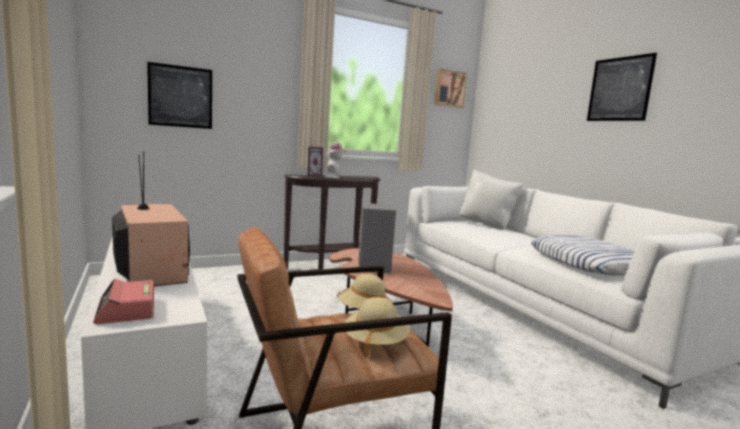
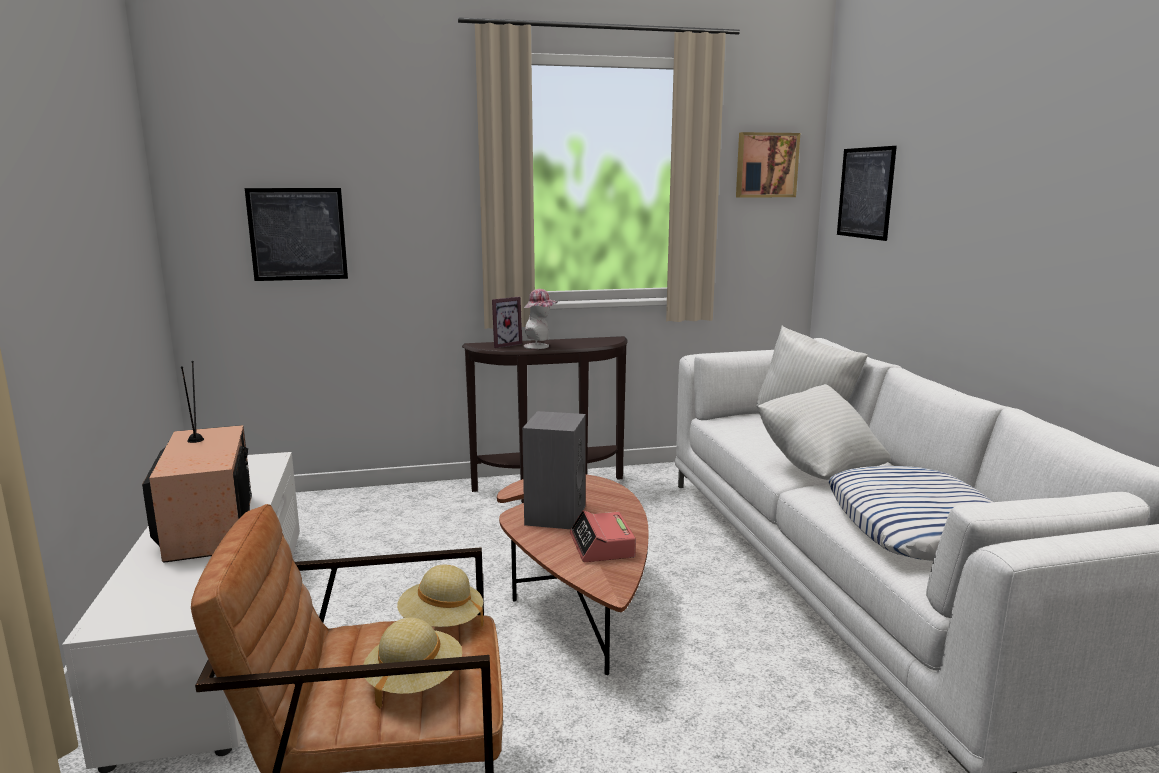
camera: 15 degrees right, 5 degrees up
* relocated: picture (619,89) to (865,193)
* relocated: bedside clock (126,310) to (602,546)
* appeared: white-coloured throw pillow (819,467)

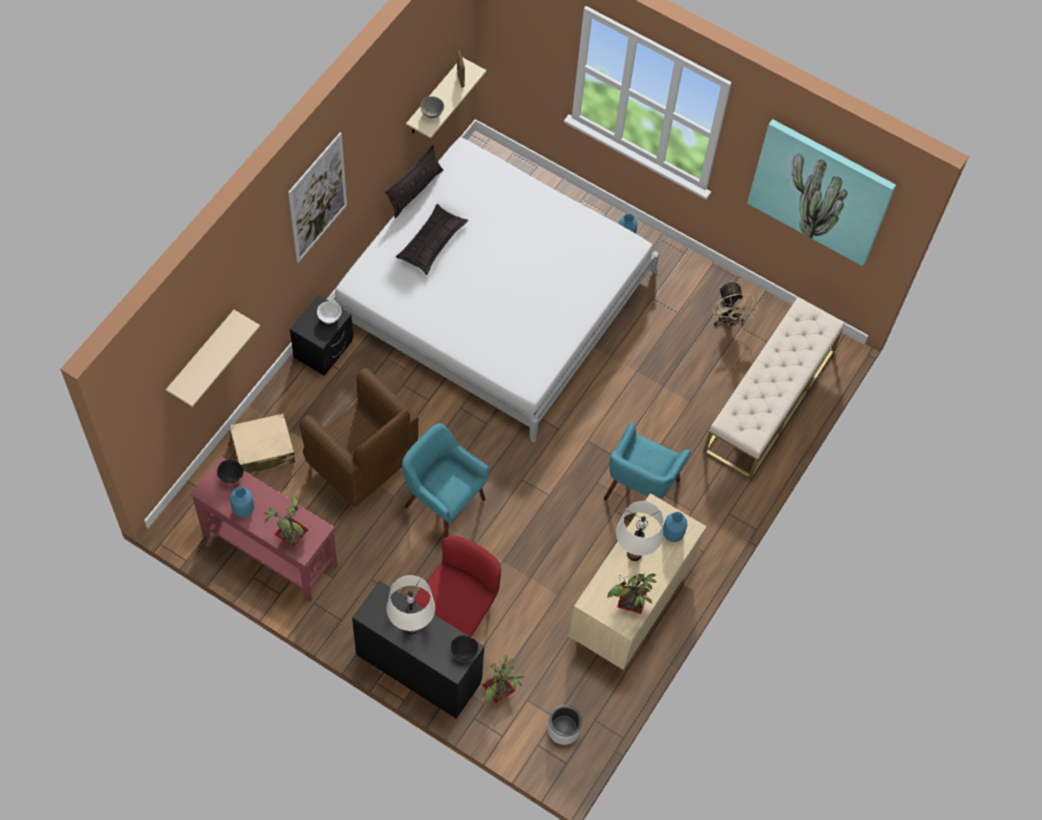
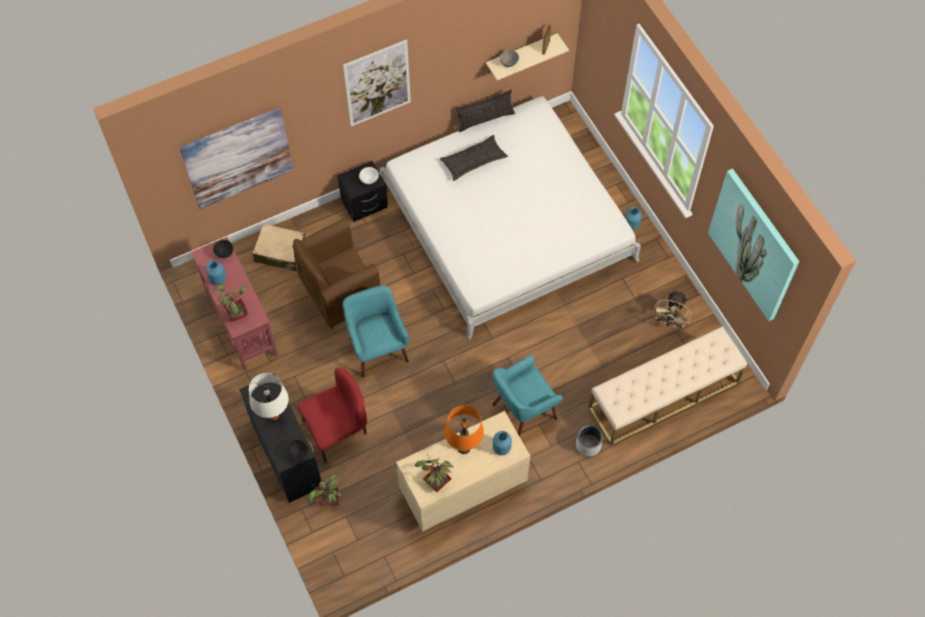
camera: 35 degrees right, 0 degrees up
* exchanged: sand-coloured shelf (201,356) to picture (237,157)
* spun: brown-coloured armchair (363,464) = (340,295) 75 degrees clockwise
* colour: white-coloured table lamp (634,553) to orange-coloured table lamp (464,448)
* relocated: greyish plant pot (564,729) to (588,445)

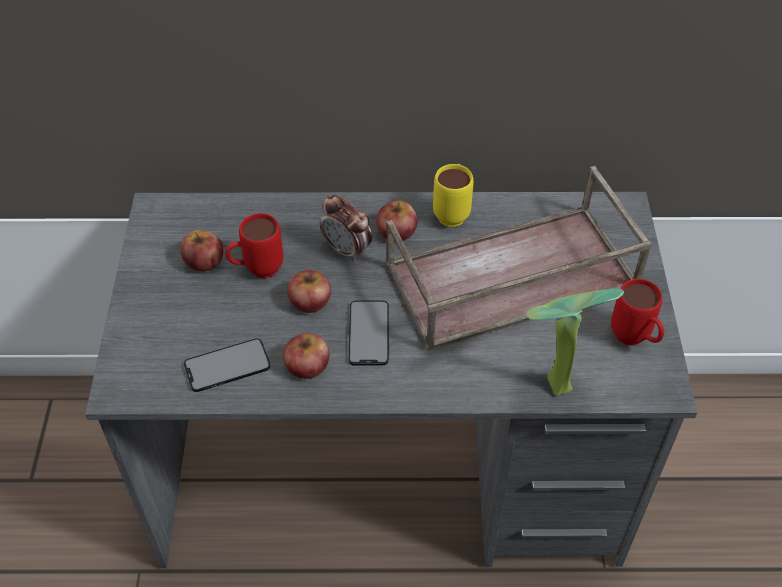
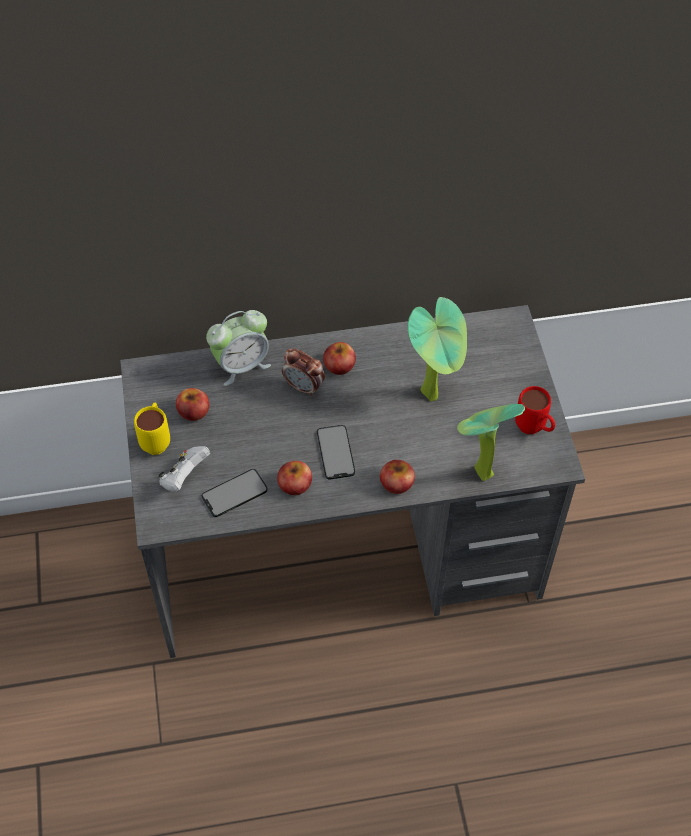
camera: 10 degrees left, 5 degrees up
* relocated: yellow mug (452,212) to (156,440)
* exchanged: brown-coloured serving tray (510,279) to potted plant (434,393)
* missing: reddish mug (256,270)
* relocated: apple fruit (310,301) to (396,483)
* appeared: bedside clock (241,365)
* appeared: white-coloured joypad (184,477)

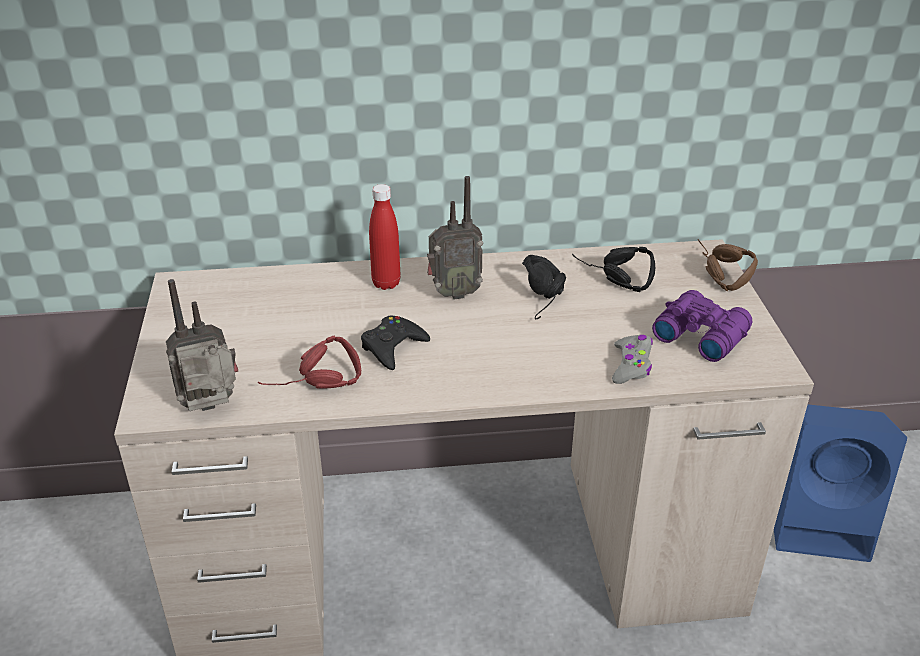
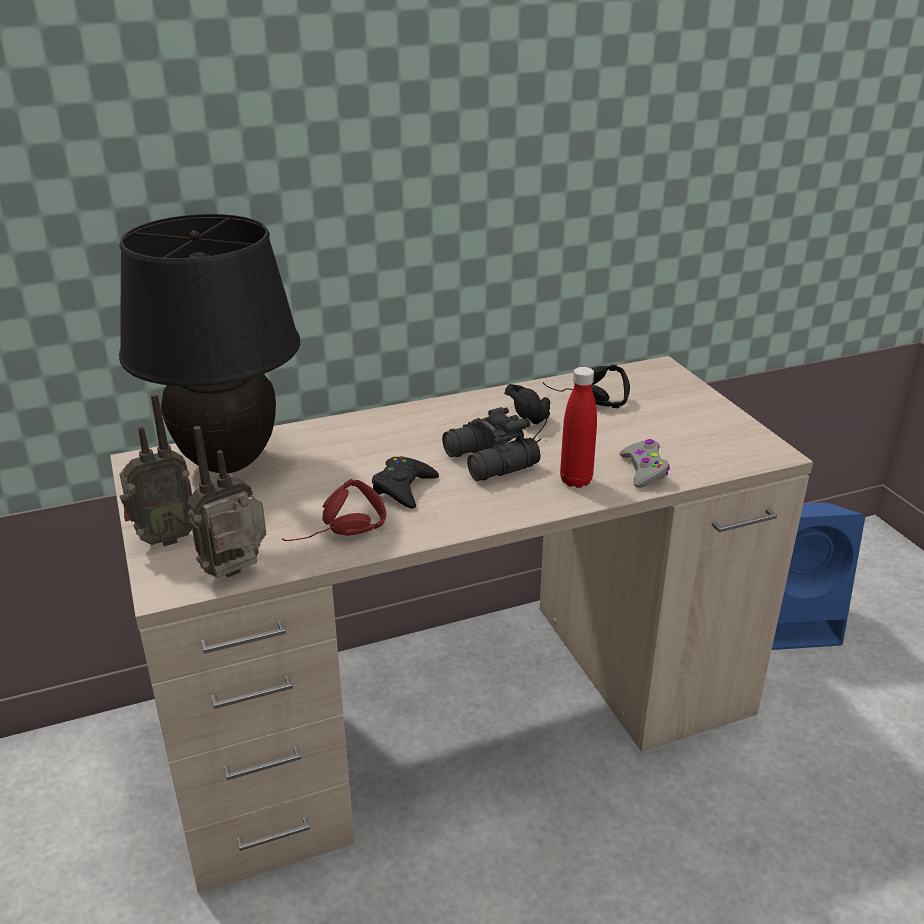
camera: 15 degrees left, 5 degrees down
* relocated: radio (453,293) to (163,538)
* relocated: reddish drink bottle (386,283) to (576,481)
* missing: brown-coloured headphones (714,272)
* missing: purple pair of binoculars (699,334)
* appeared: black-coloured table lamp (227,463)
* appeared: black-coloured pair of binoculars (489,461)

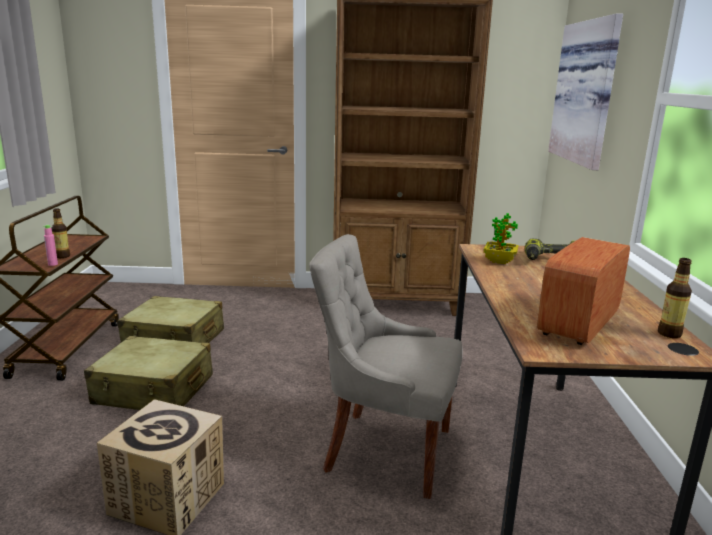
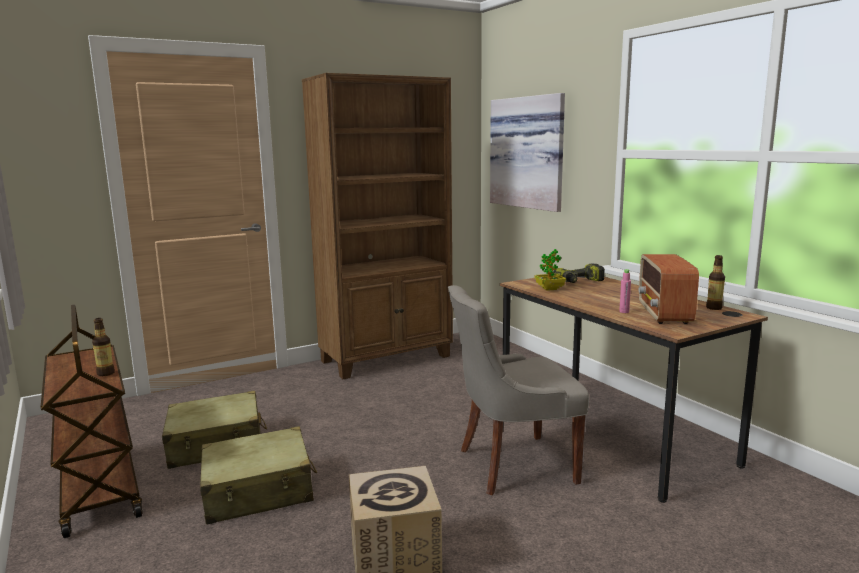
camera: 30 degrees left, 5 degrees down
* relocated: pink drink bottle (53,264) to (624,311)

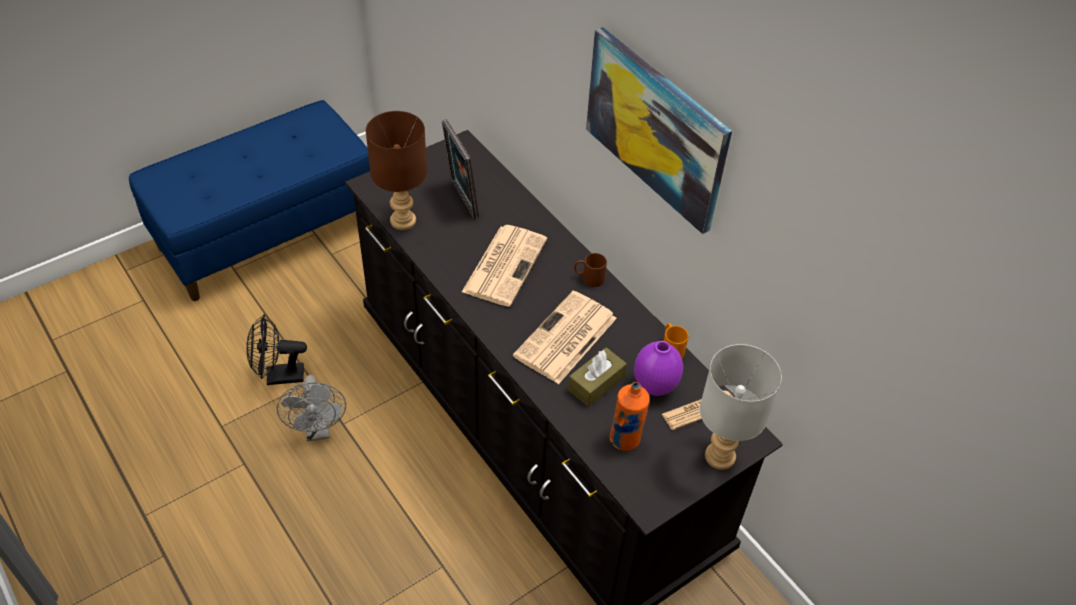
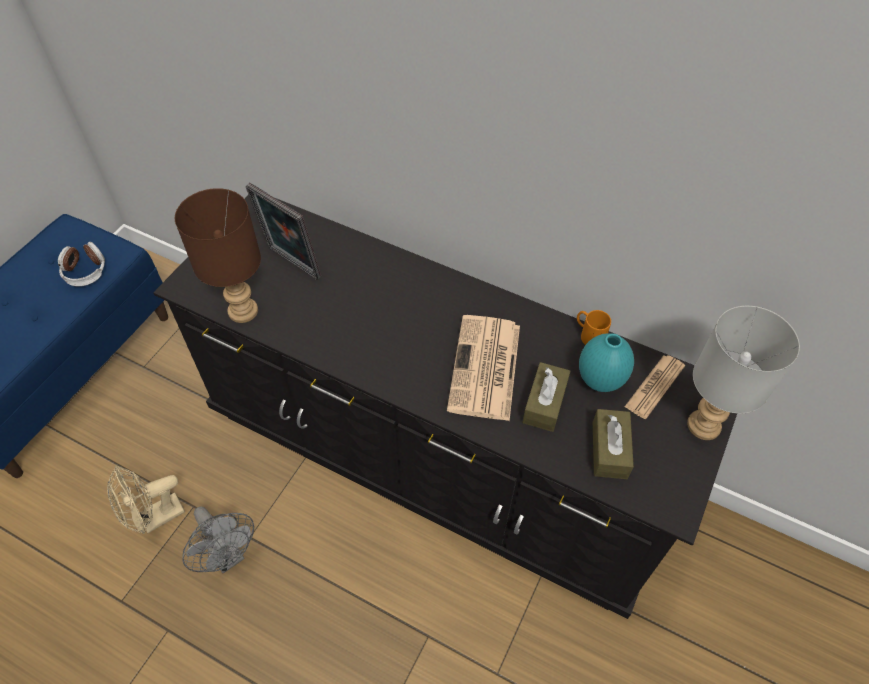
camera: 25 degrees left, 5 degrees up
* missing: picture (656,128)
* missing: daily paper (505,264)
* missing: brown-coloured mug (588,278)
* colour: black-coloured electric fan (278,377) to sand-coloured electric fan (155,518)
* colour: purple vase (655,386) to turquoise-coloured vase (600,380)
* exchanged: orange-coloured drink bottle (625,439) to brown-coloured tissue holder (609,450)
* appeared: headphones (85,271)

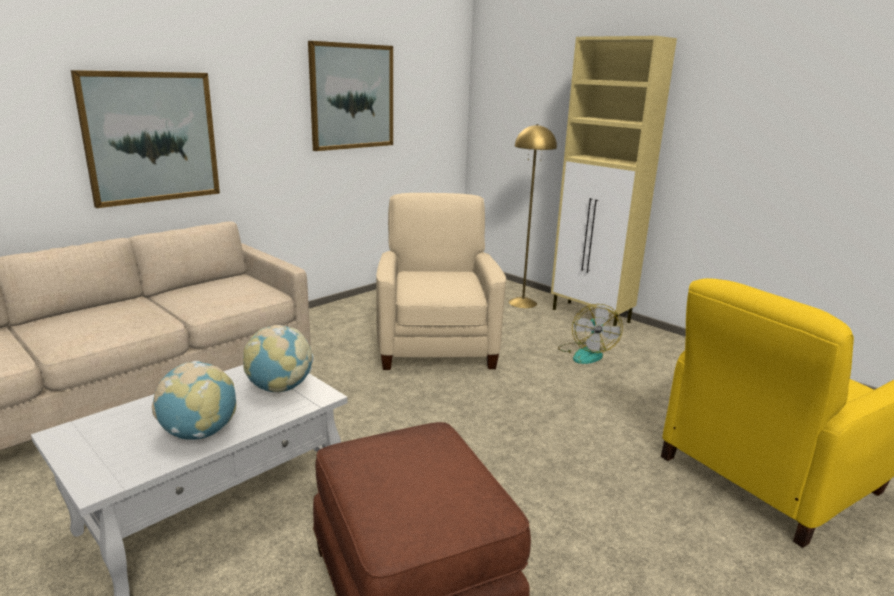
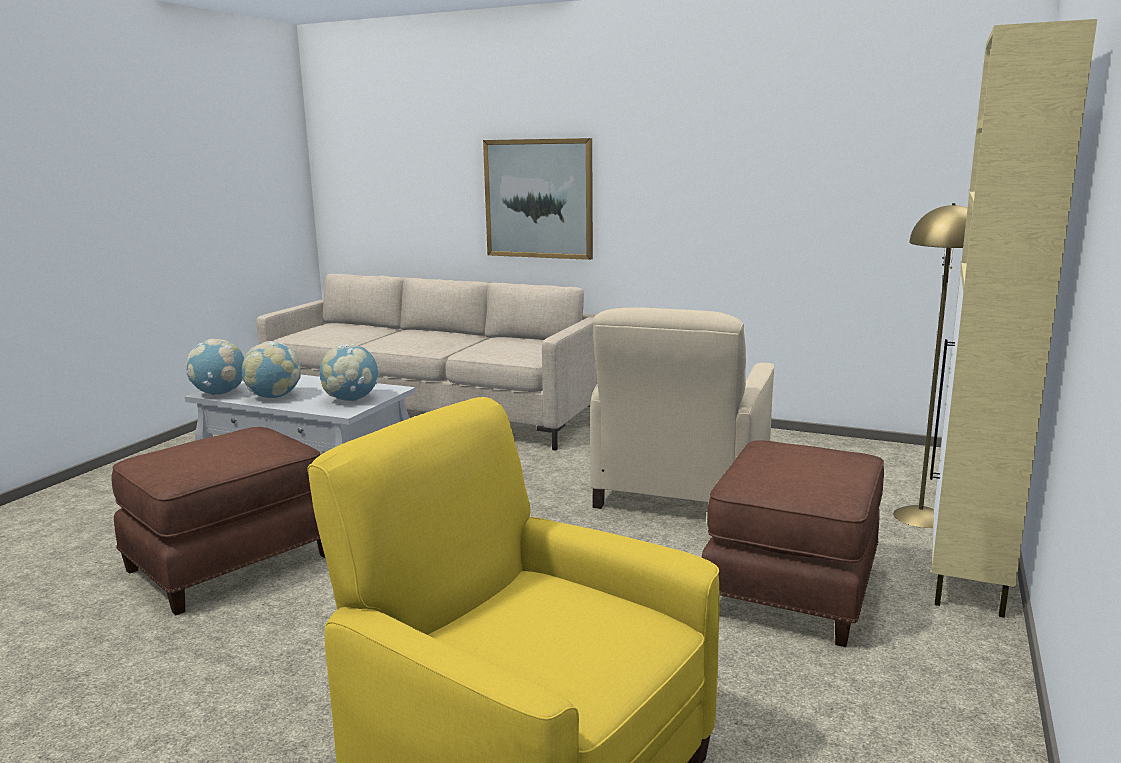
camera: 70 degrees right, 5 degrees down
* missing: picture (352,96)
* spun: sand-coloured armchair (436,345) = (680,491) 135 degrees clockwise
* exchanged: electric fan (586,353) to brown-coloured ottoman (793,588)
* appeared: globe (220,393)

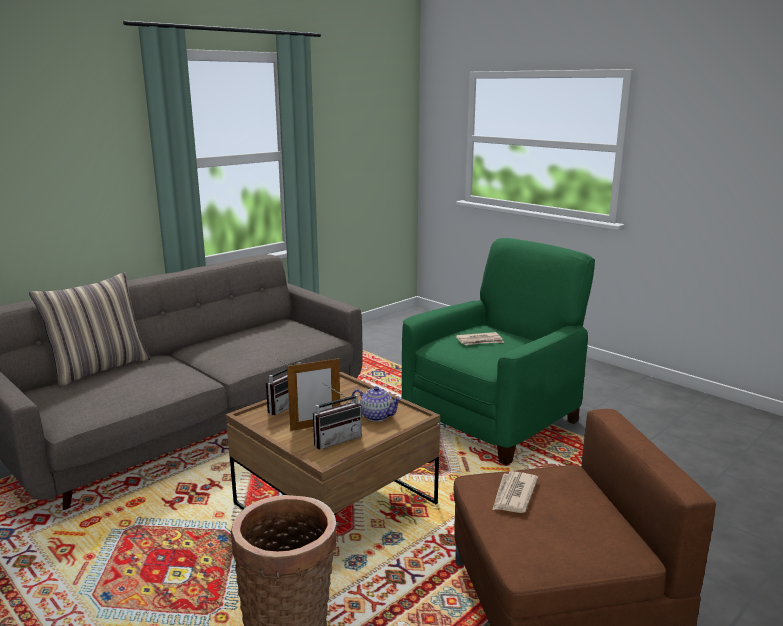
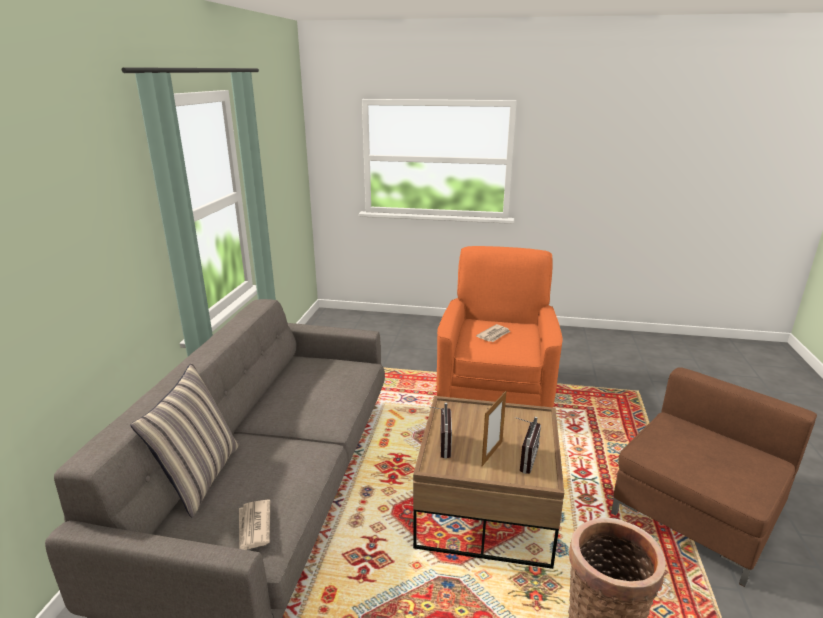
camera: 35 degrees left, 5 degrees up
* colour: greenish armchair (493,419) to orange-coloured armchair (495,391)
* missing: tea pot (376,416)
* relocated: daily paper (513,495) to (254,527)

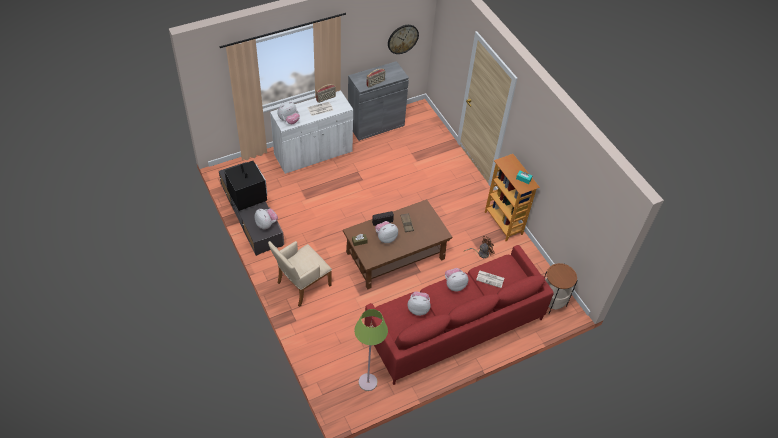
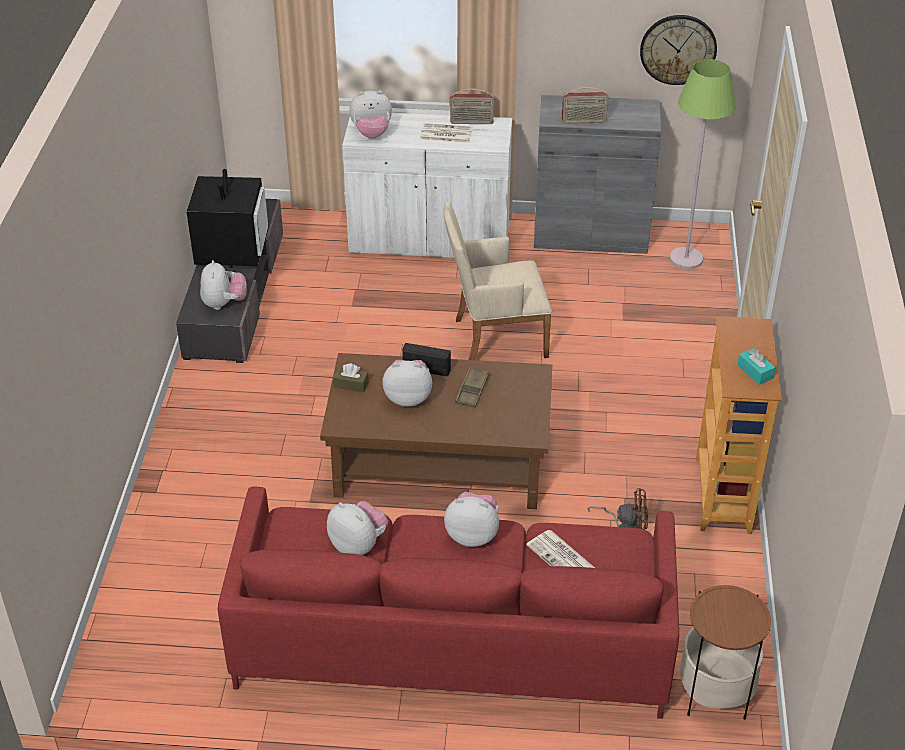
camera: 35 degrees right, 10 degrees down
* relocated: sand-coloured armchair (301,285) to (494,338)
* relocated: greenish floor lamp (367,382) to (686,259)

